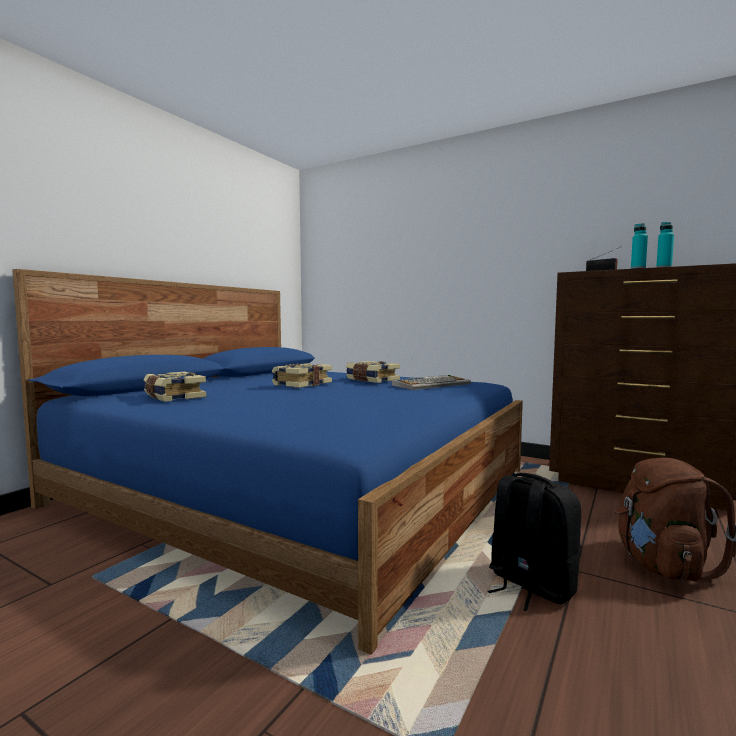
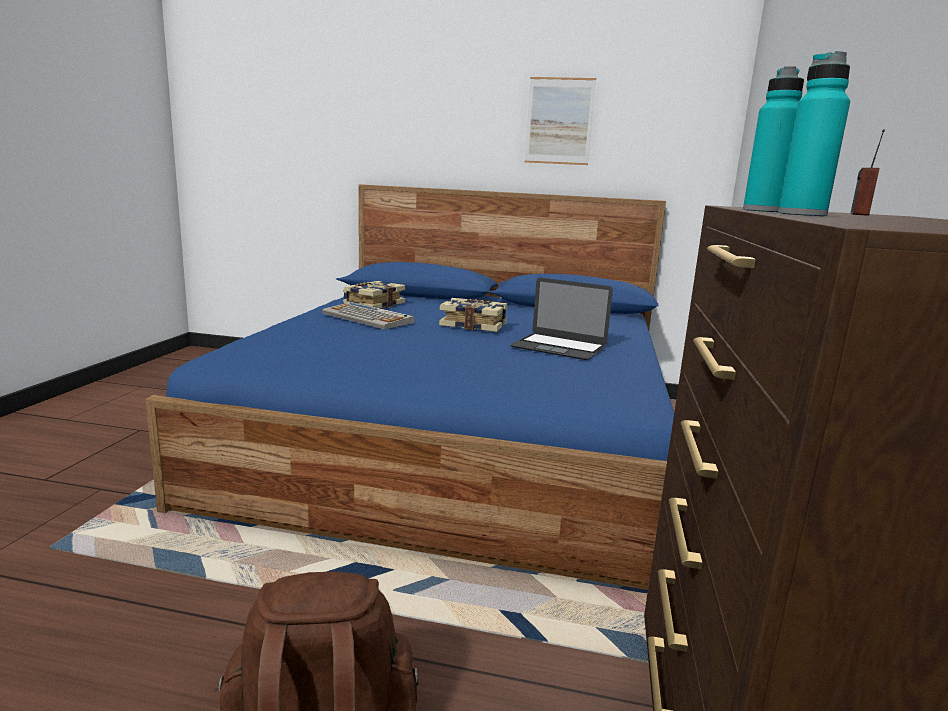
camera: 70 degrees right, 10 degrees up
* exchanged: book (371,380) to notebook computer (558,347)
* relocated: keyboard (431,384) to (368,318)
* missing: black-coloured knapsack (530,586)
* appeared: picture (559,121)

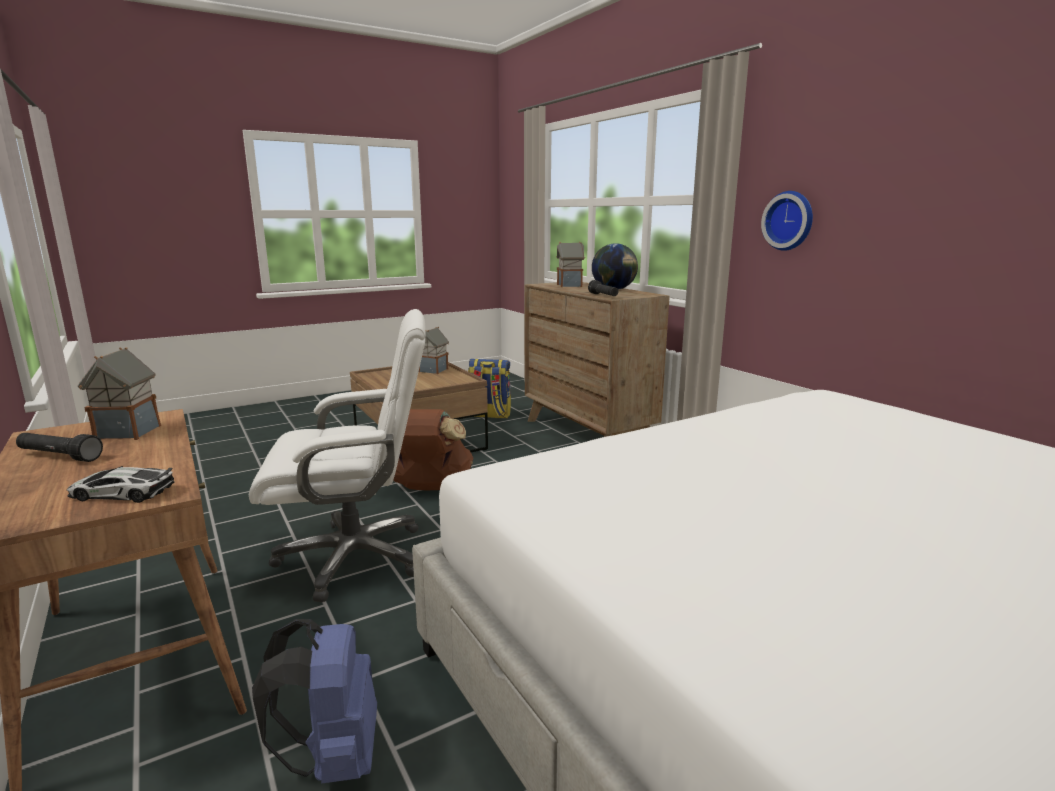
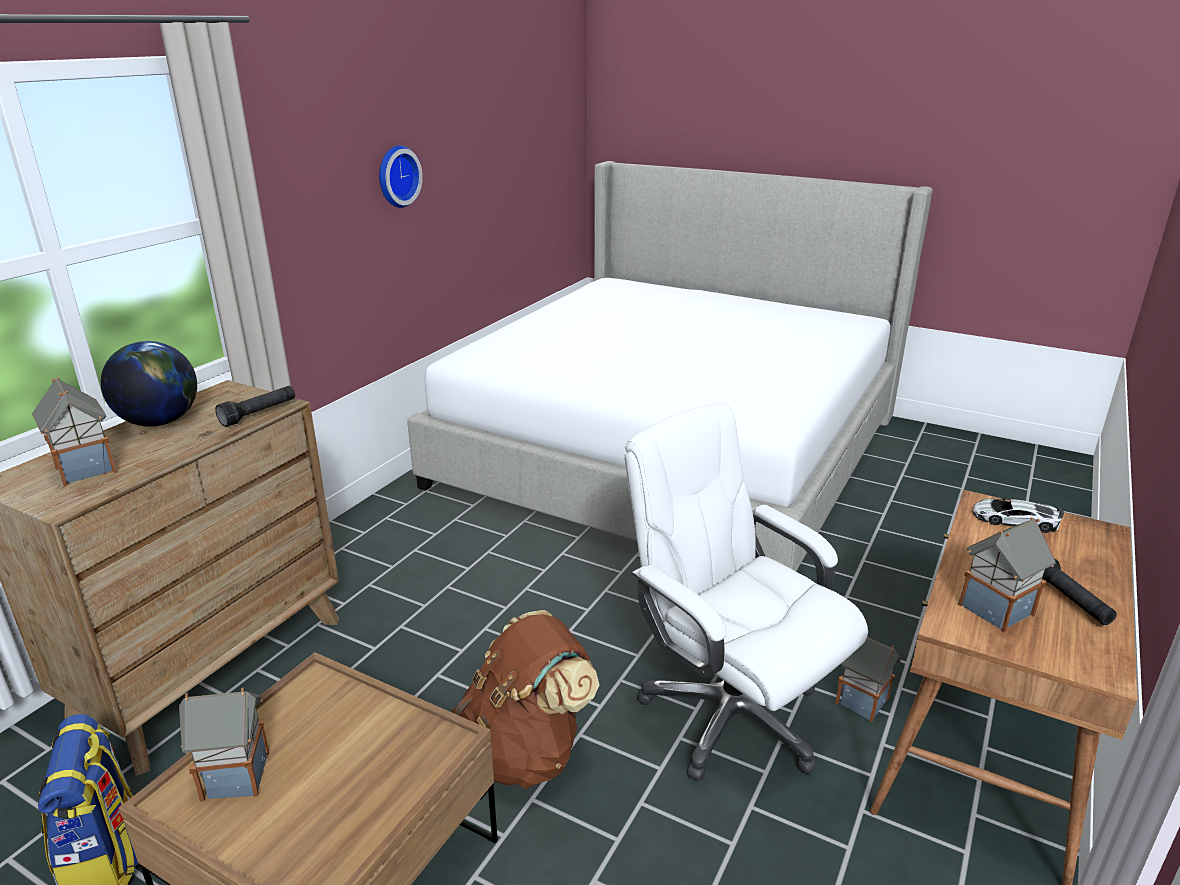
camera: 120 degrees left, 10 degrees up
* relocated: wall clock (789,221) to (396,176)
* spun: miniature car (122,492) = (1014,520) 135 degrees clockwise
* missing: bluish knapsack (333,756)
* appeared: miniature house (863,701)

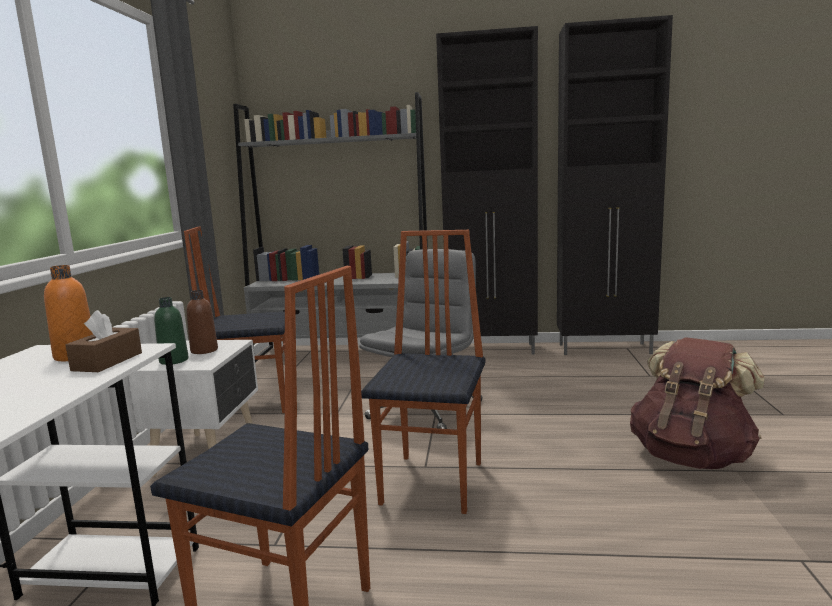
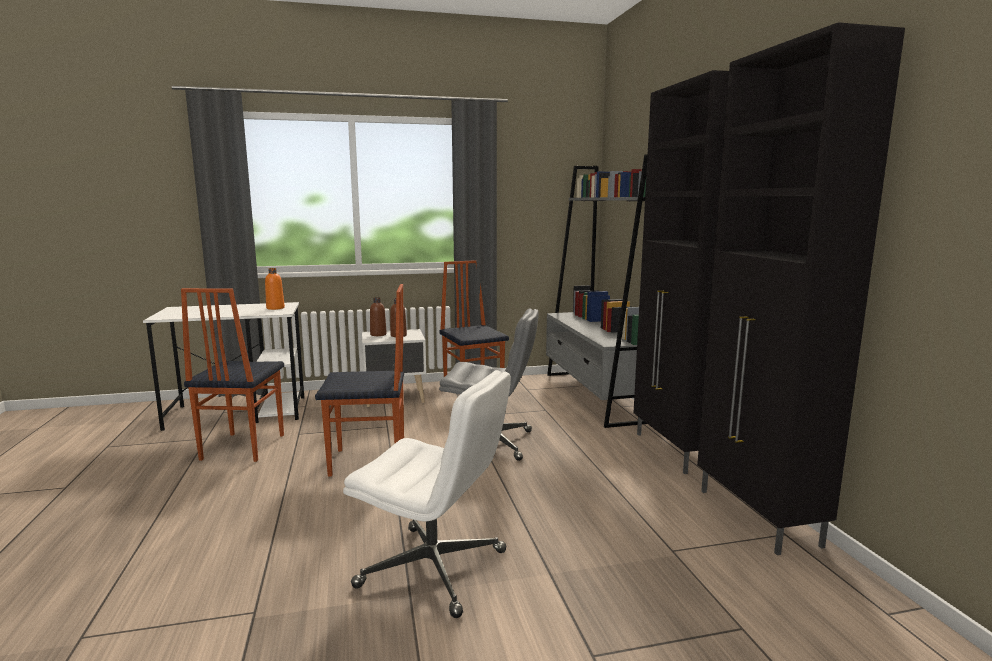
camera: 70 degrees right, 0 degrees up
* colour: greenish drink bottle (174,360) to brown-coloured drink bottle (378,334)
* missing: brown-coloured tissue holder (107,361)
* exchanged: brown-coloured knapsack (691,457) to white-coloured desk chair (434,569)

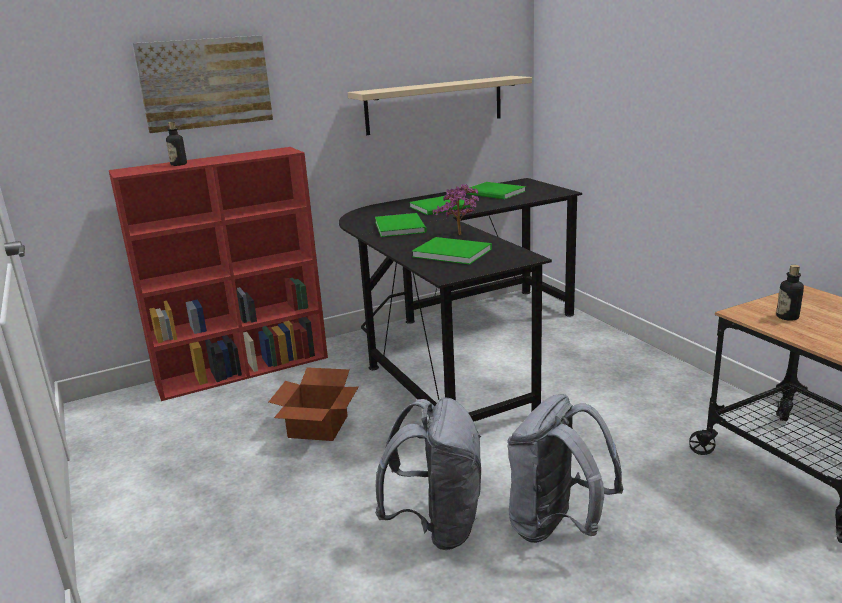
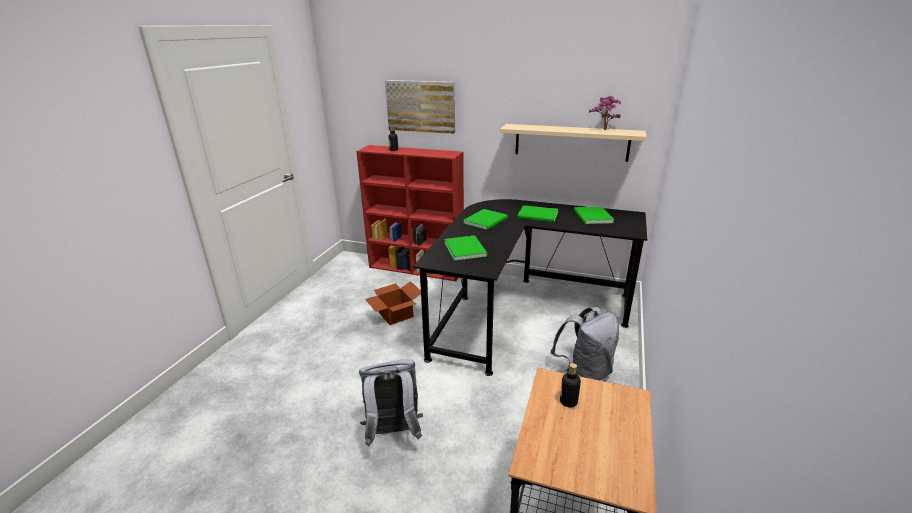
camera: 45 degrees right, 5 degrees up
* relocated: potted plant (460,235) to (604,130)
* relocated: greyish knapsack (437,526) to (584,375)

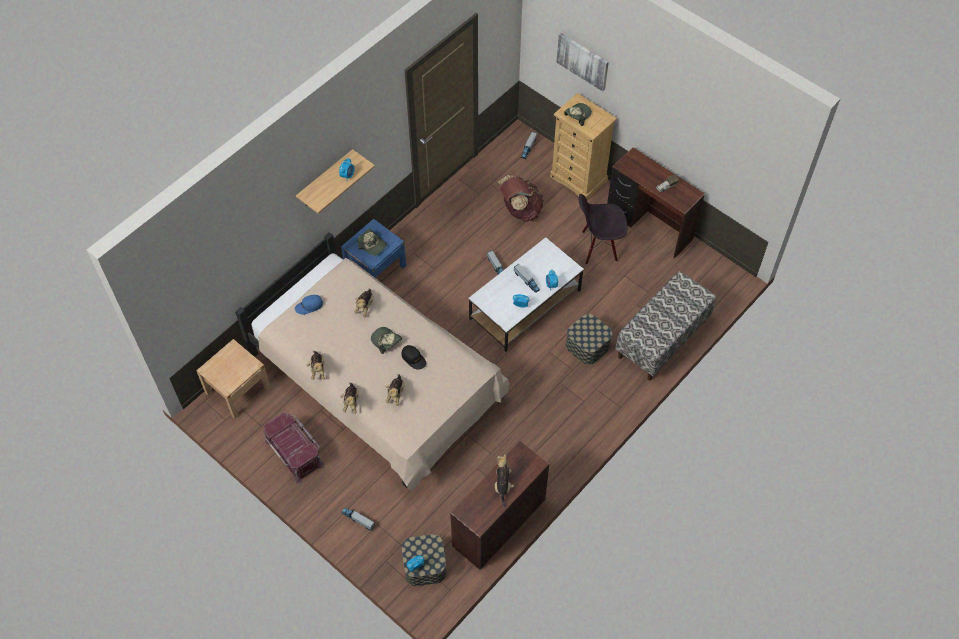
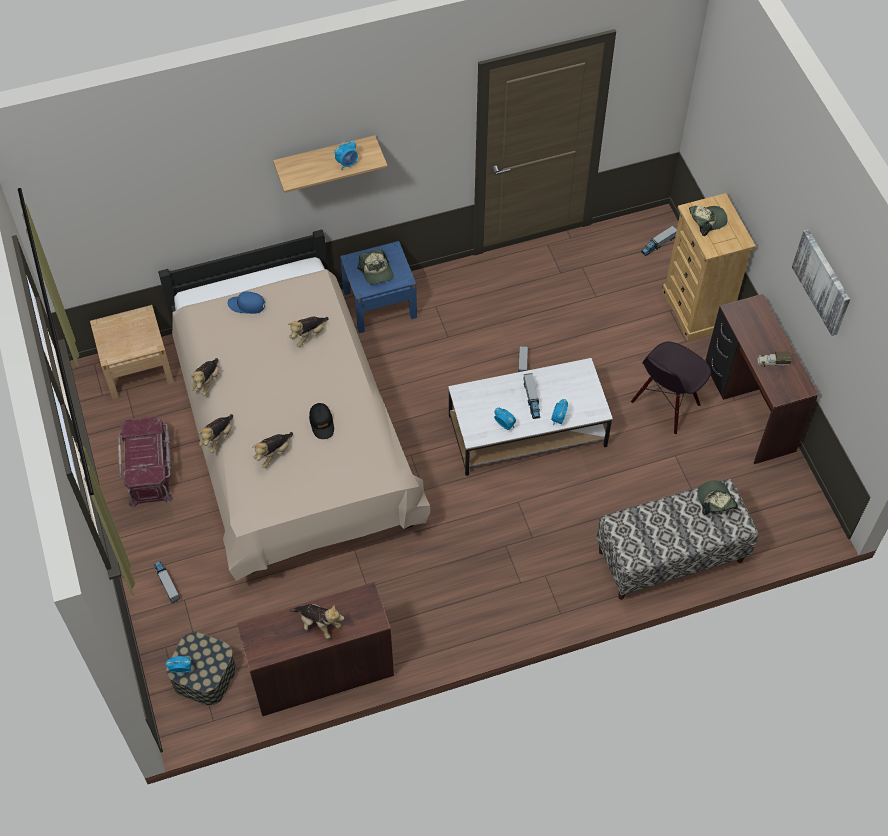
camera: 30 degrees right, 0 degrees up
* relocated: picture (583,61) to (822,281)
* missing: brown-coloured knapsack (520,210)
* spun: black-coloured chair (599,247) = (665,405) 75 degrees counterclockwise
* missing: storage bin (587,345)
* relocated: peaked cap (386,341) to (715,501)
* spun: soft toy (503,485) = (318,624) 90 degrees clockwise

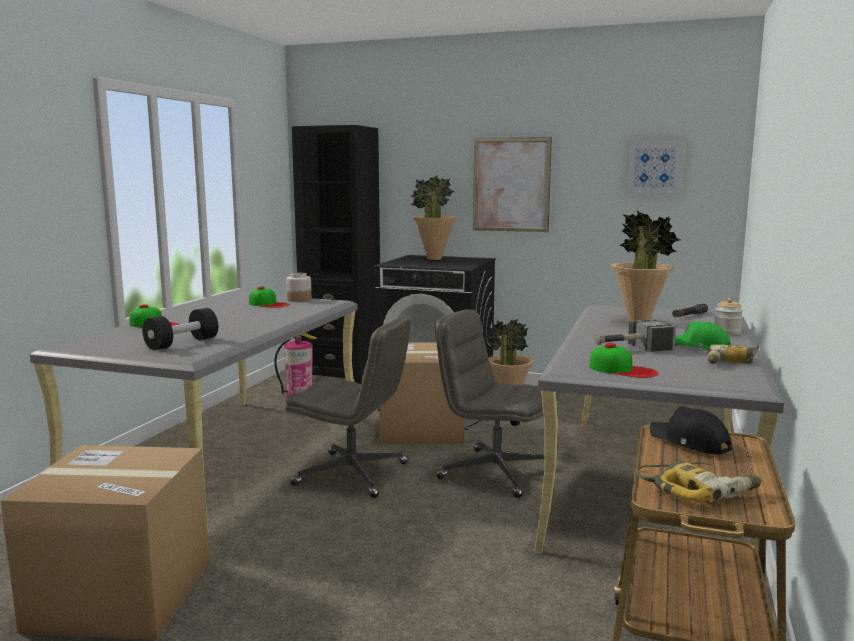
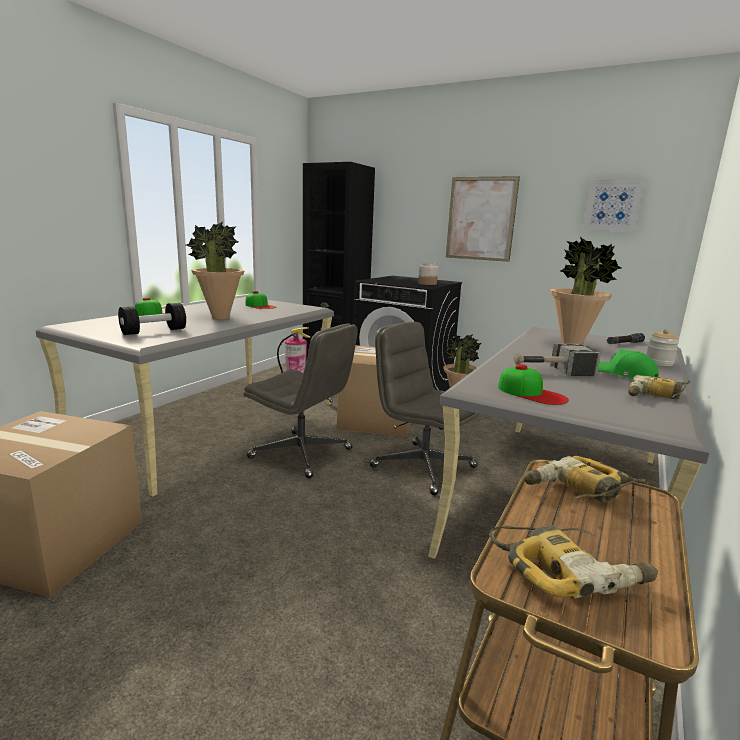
camera: 10 degrees right, 5 degrees up
* relocated: potted plant (434,259) to (220,317)
* relocated: storage jar (299,300) to (427,284)
* exchanged: black-coloured peaked cap (689,442) to power drill (579,490)

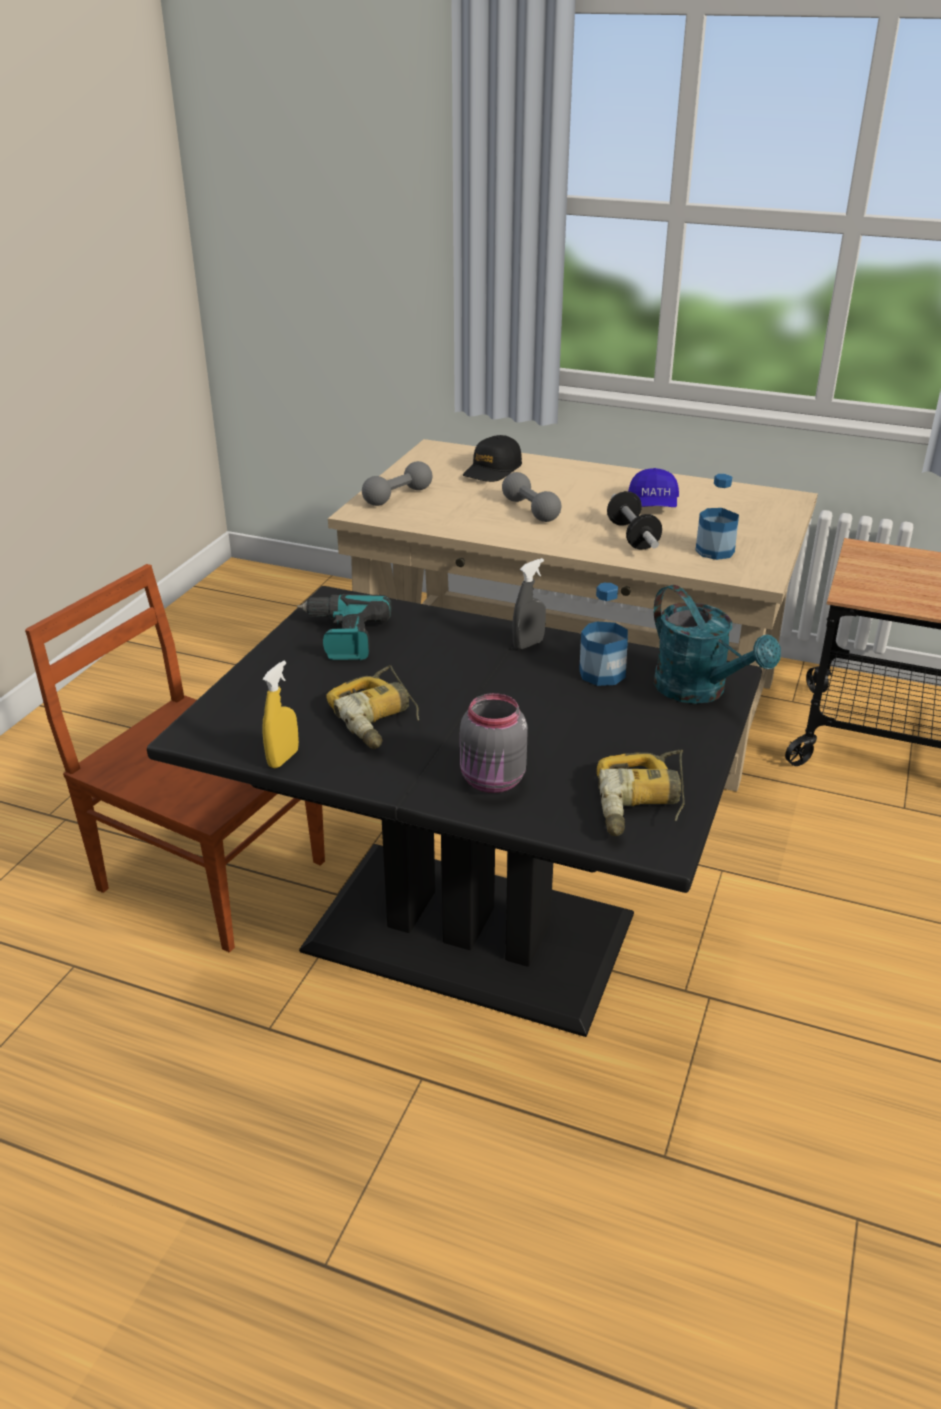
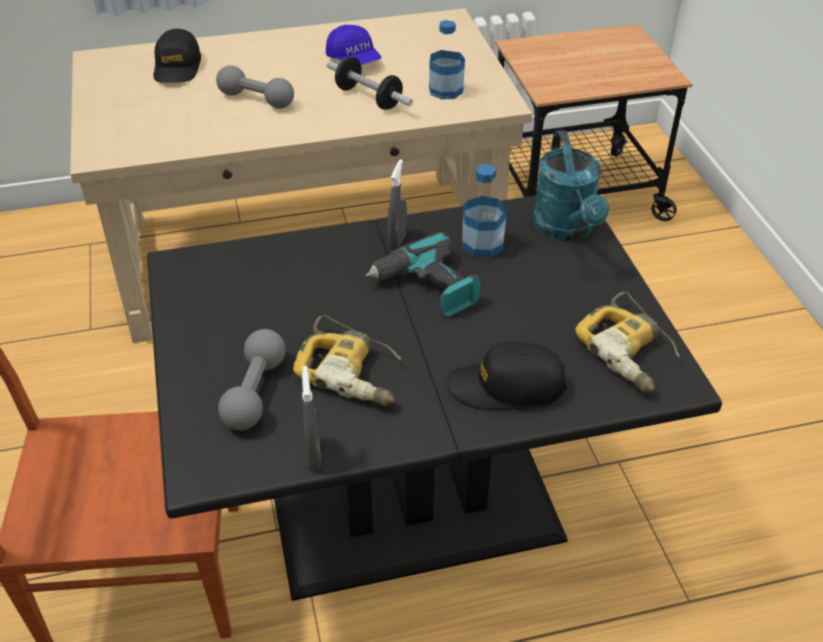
camera: 35 degrees left, 10 degrees up
* relocated: greyish free weight (398,496) to (255,392)
* spun: turquoise-coloured watering pot (700,691) = (567,229) 60 degrees clockwise
* relocated: power drill (343,637) to (427,288)
* colour: yellow hand sprayer (283,758) to greyish hand sprayer (313,454)
* exchanged: greyish storage jar (493,781) to black-coloured peaked cap (507,387)

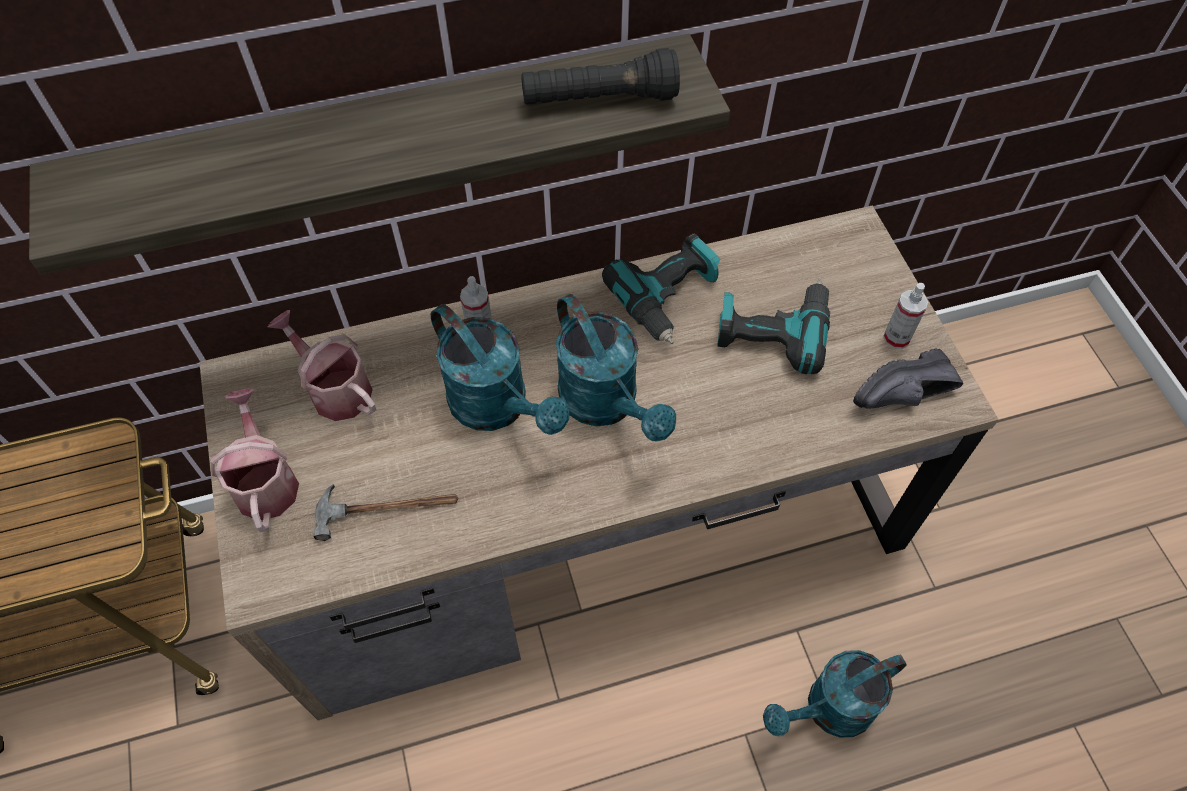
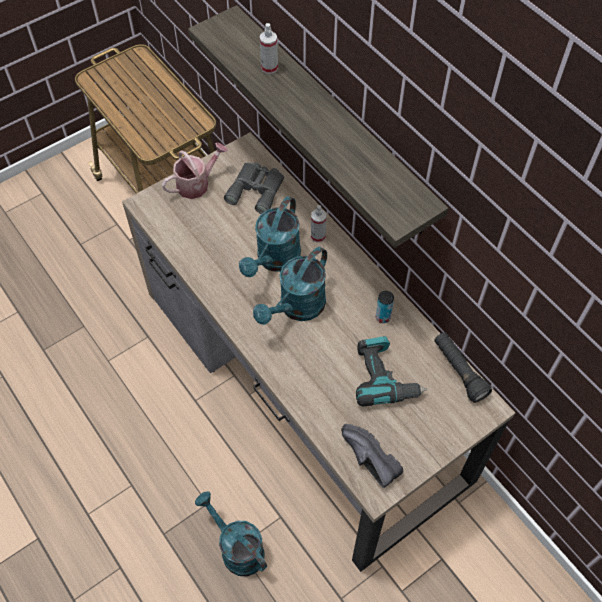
camera: 70 degrees right, 0 degrees up
* relocated: black-coloured torch (599,100) to (459,371)
* exchanged: power drill (669,297) to can (382,317)
* relocated: hand sprayer (896,338) to (269,68)
* exchanged: watering pot (335,389) to greyish pair of binoculars (257,189)
* missing: hand hammer (388,507)

